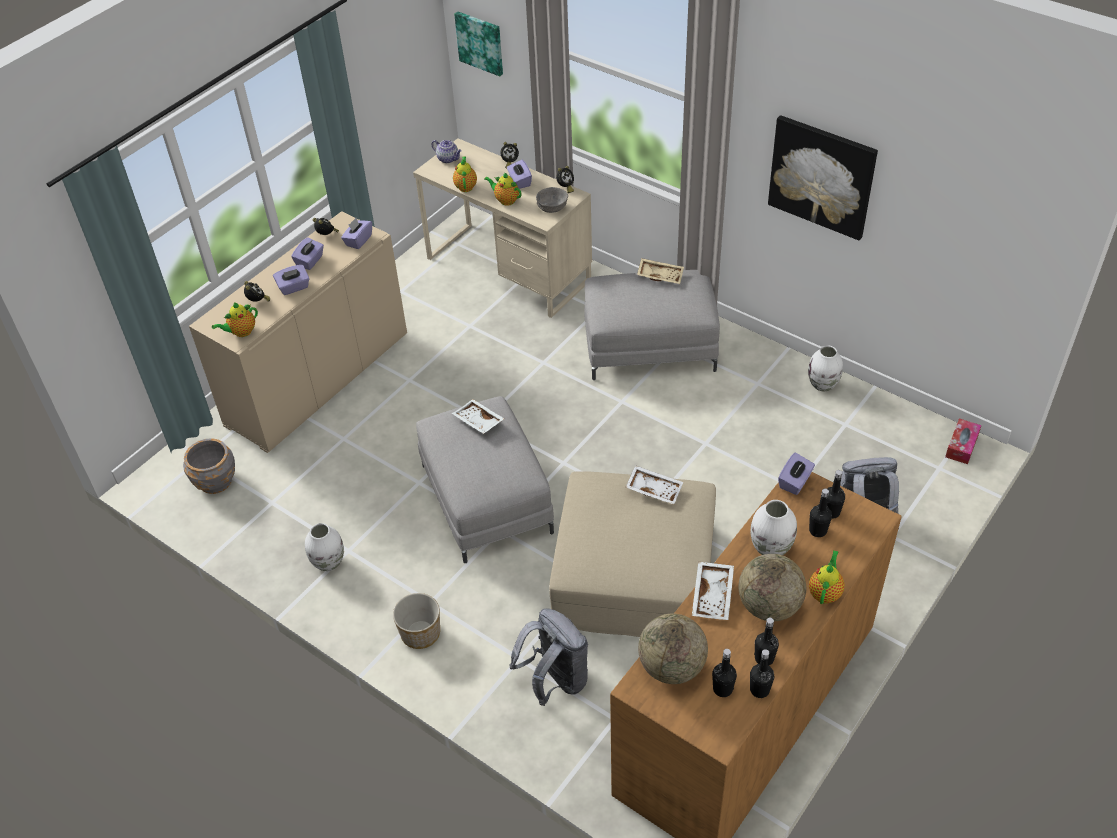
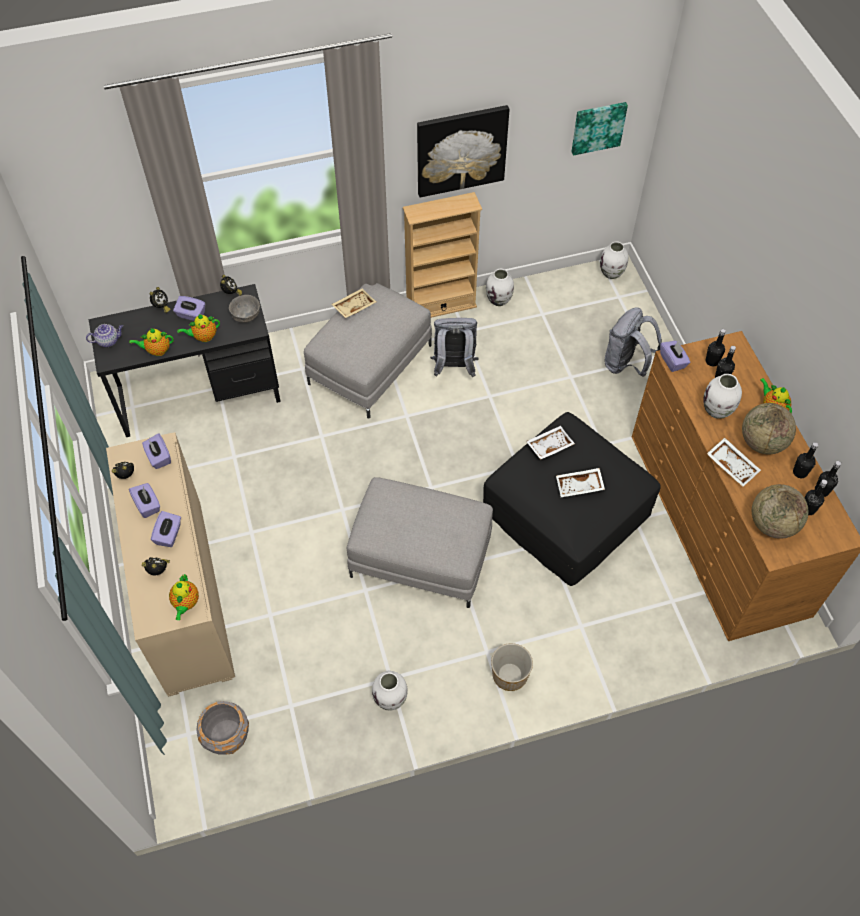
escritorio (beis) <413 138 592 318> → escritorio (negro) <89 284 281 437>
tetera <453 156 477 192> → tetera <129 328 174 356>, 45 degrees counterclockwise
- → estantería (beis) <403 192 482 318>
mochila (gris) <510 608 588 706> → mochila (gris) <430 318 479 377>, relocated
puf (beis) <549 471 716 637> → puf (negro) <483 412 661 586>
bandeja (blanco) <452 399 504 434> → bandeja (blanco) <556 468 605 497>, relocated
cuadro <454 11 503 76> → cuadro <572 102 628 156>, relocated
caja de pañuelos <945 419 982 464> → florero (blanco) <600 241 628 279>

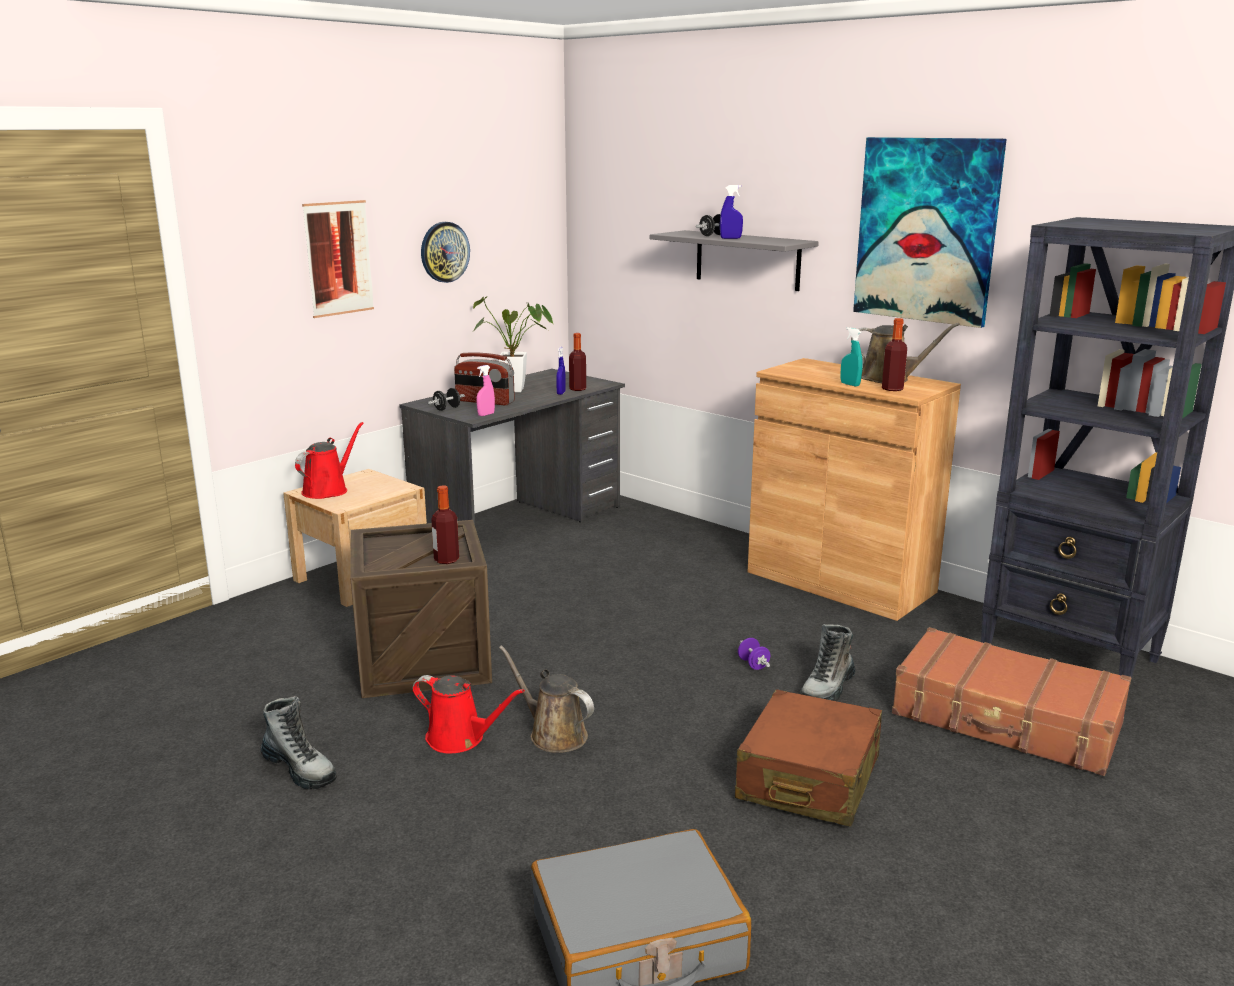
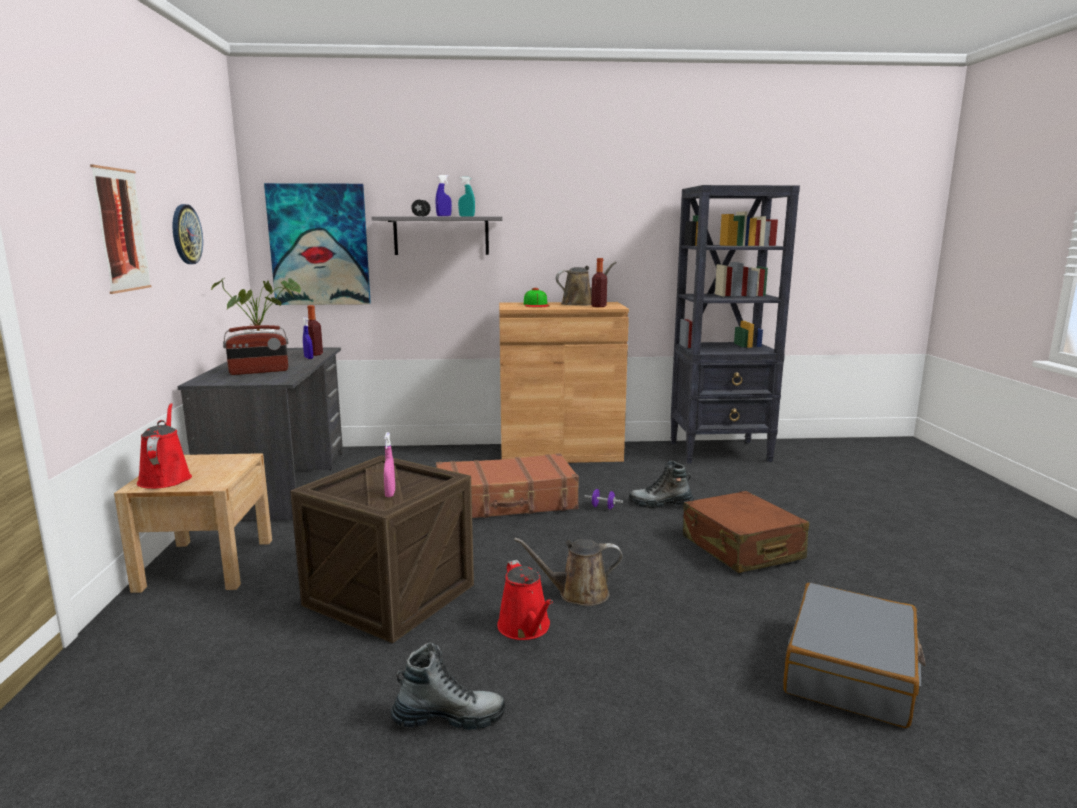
cuadro <853 137 1007 328> → cuadro <264 183 371 305>, relocated
pulverizador (rosa) <476 365 495 416> → pulverizador (rosa) <384 432 395 497>, relocated
maleta (marrón) <892 627 1131 776> → maleta (marrón) <436 453 579 518>, relocated
pulverizador (turquesa) <841 327 863 387> → pulverizador (turquesa) <458 177 475 217>, relocated
regadera (rojo) <412 675 525 753> → regadera (rojo) <497 560 553 640>, 90 degrees clockwise
- → gorra <524 288 550 307>
bota <799 624 856 701> → bota <629 461 694 509>, 105 degrees clockwise
mancuerna (negro) <428 388 465 411> → -
botella <431 485 459 564> → -

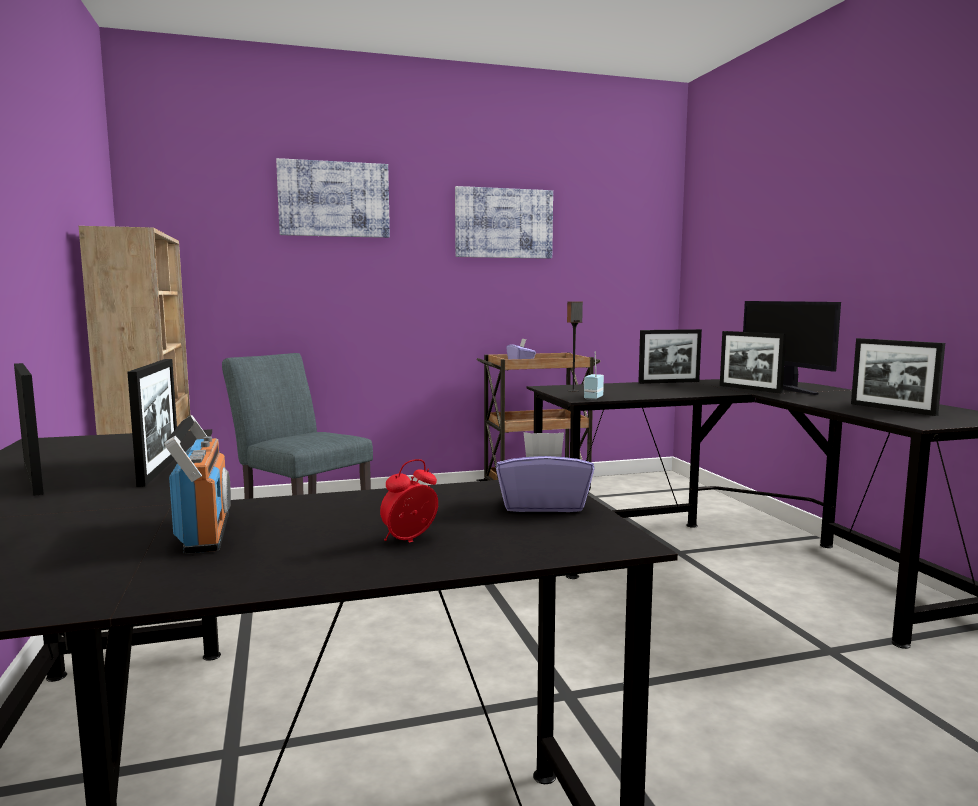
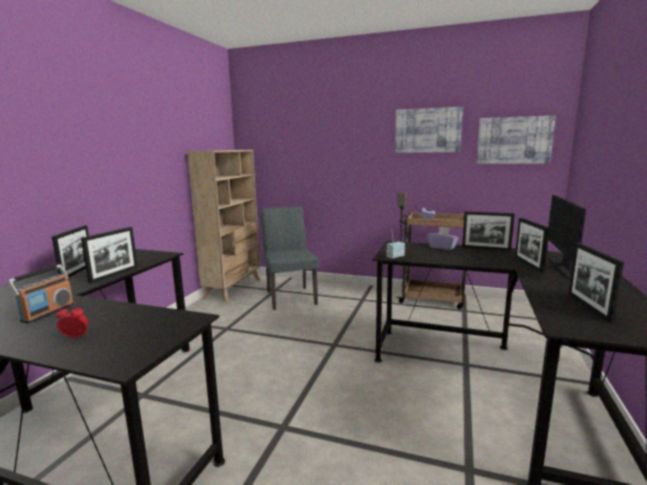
caja de pañuelos (morado) <496 432 594 512> → caja de pañuelos (morado) <427 227 458 250>, relocated
cuadro <276 158 390 238> → cuadro <476 116 556 164>, relocated

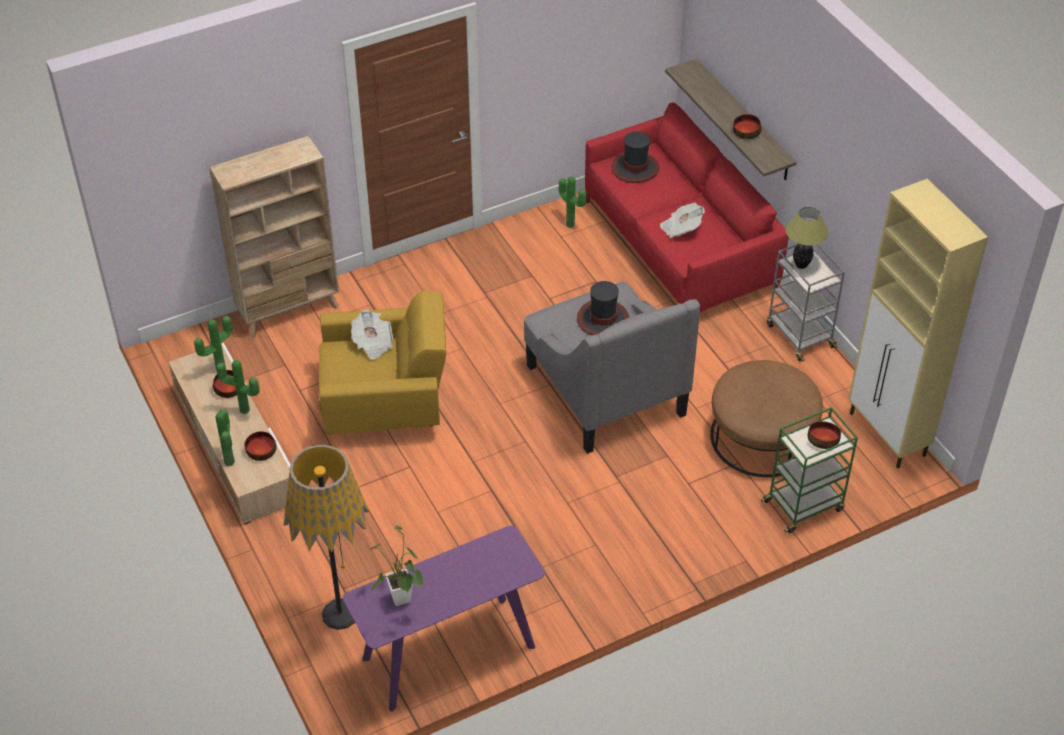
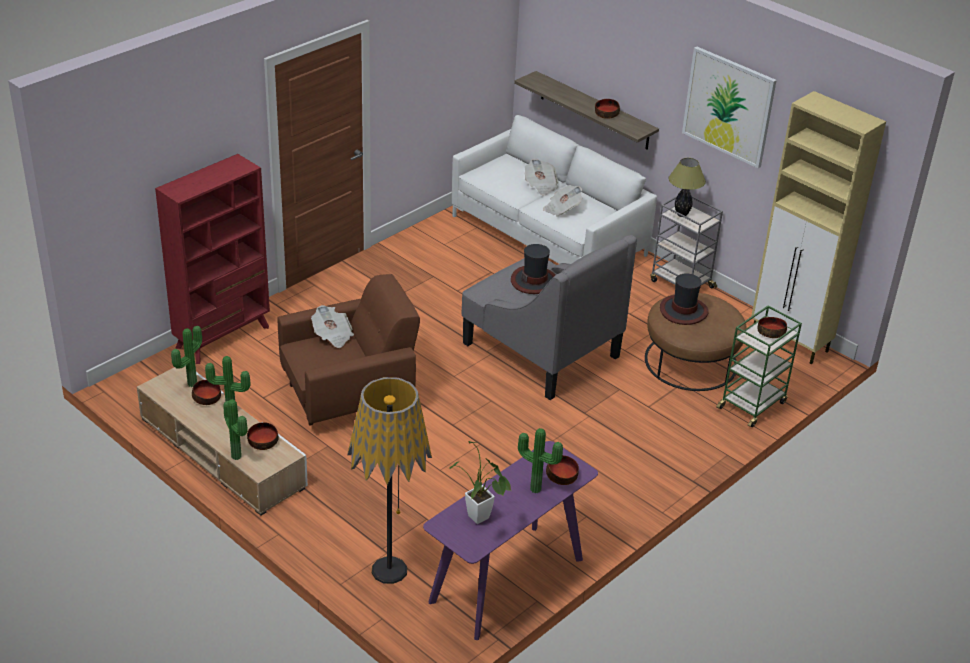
estantería (beis) <209 136 339 338> → estantería (rojo) <155 154 270 364>
sillón (amarillo) <319 291 446 434> → sillón (marrón) <277 274 420 425>
sofá (rojo) <585 103 789 312> → sofá (blanco) <452 115 657 264>
planta en maceta <559 176 587 228> → planta en maceta <518 428 563 493>, relocated
- → periódico <524 159 558 196>
- → cuenco <546 455 579 485>
sombrero <611 132 660 183> → sombrero <660 274 709 325>, relocated
- → cuadro <682 47 777 168>

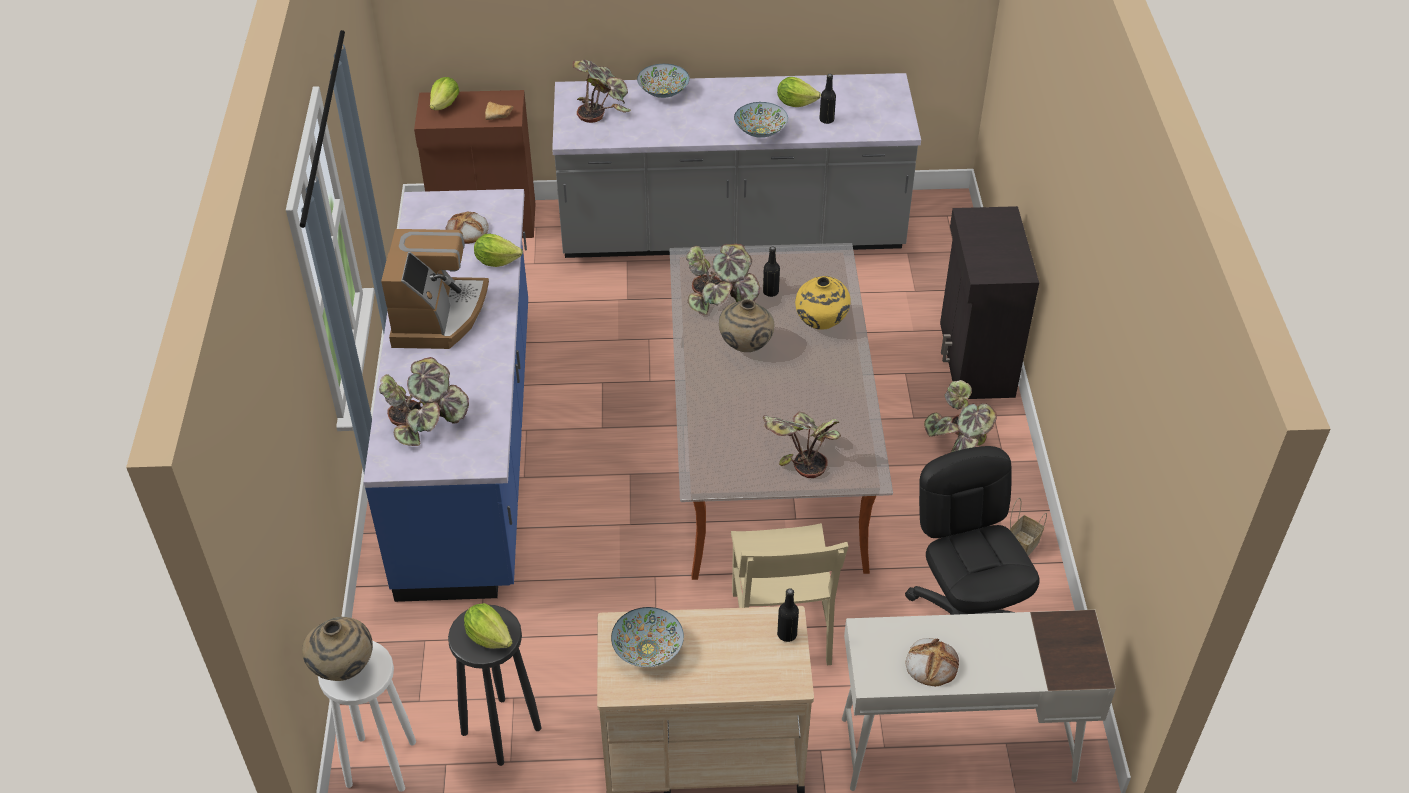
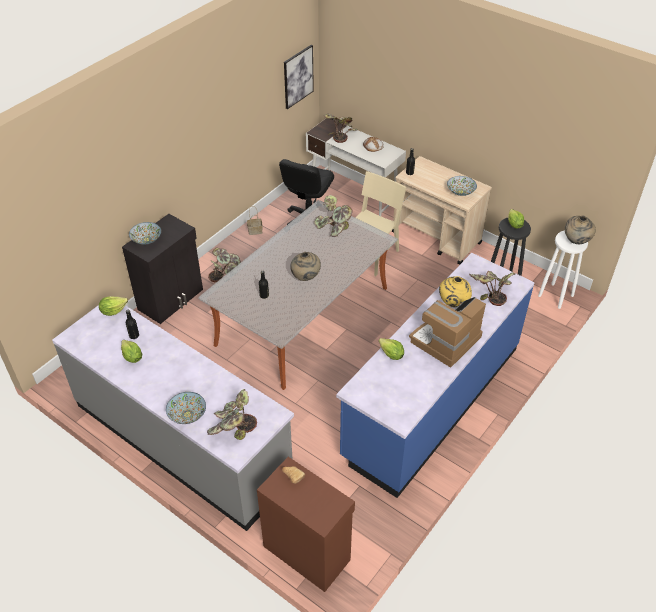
lechuga <430 77 459 110> → lechuga <99 296 128 316>, relocated
cuenco <734 102 788 138> → cuenco <129 222 161 245>, relocated
- → cuadro <284 45 314 109>
planta en maceta <686 244 760 315> → planta en maceta <324 113 358 143>, relocated
florero (amarillo) <795 276 851 330> → florero (amarillo) <439 276 472 307>, relocated
pan <445 212 489 244> → -

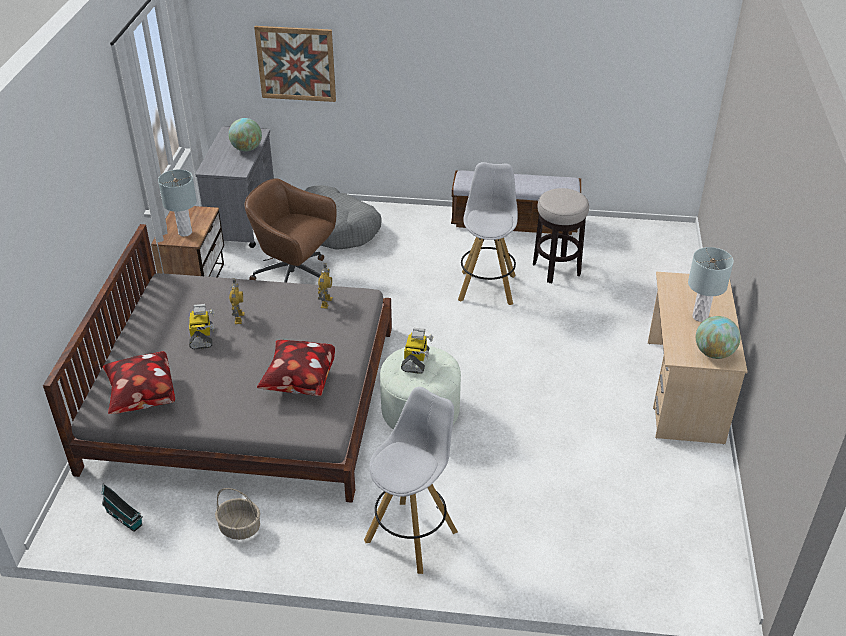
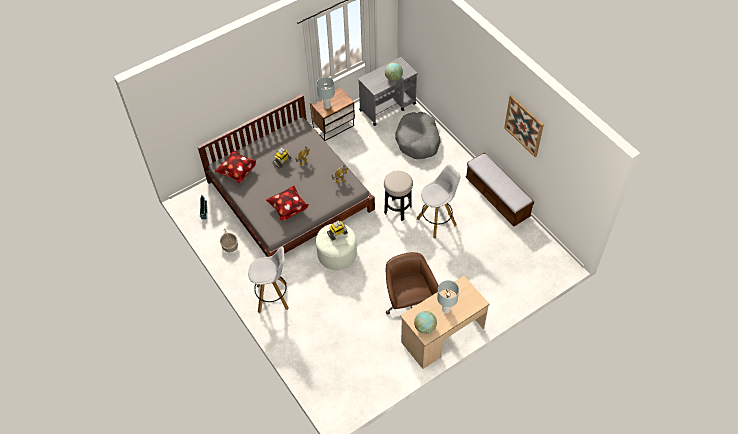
taburete <533 188 589 283> → taburete <384 171 413 221>, relocated
silla de oficina (marrón) <244 178 337 283> → silla de oficina (marrón) <386 252 439 315>, relocated
cuadro <254 26 336 102> → cuadro <504 95 544 157>, relocated

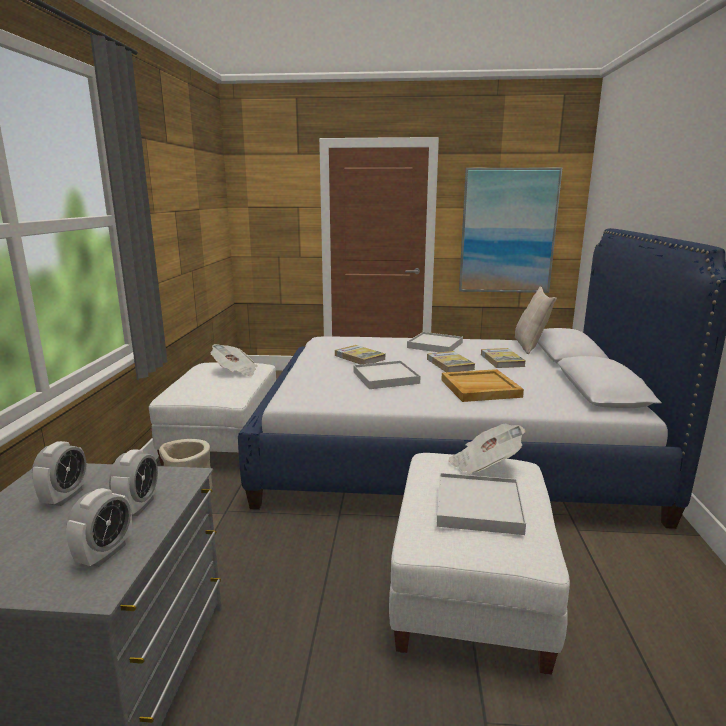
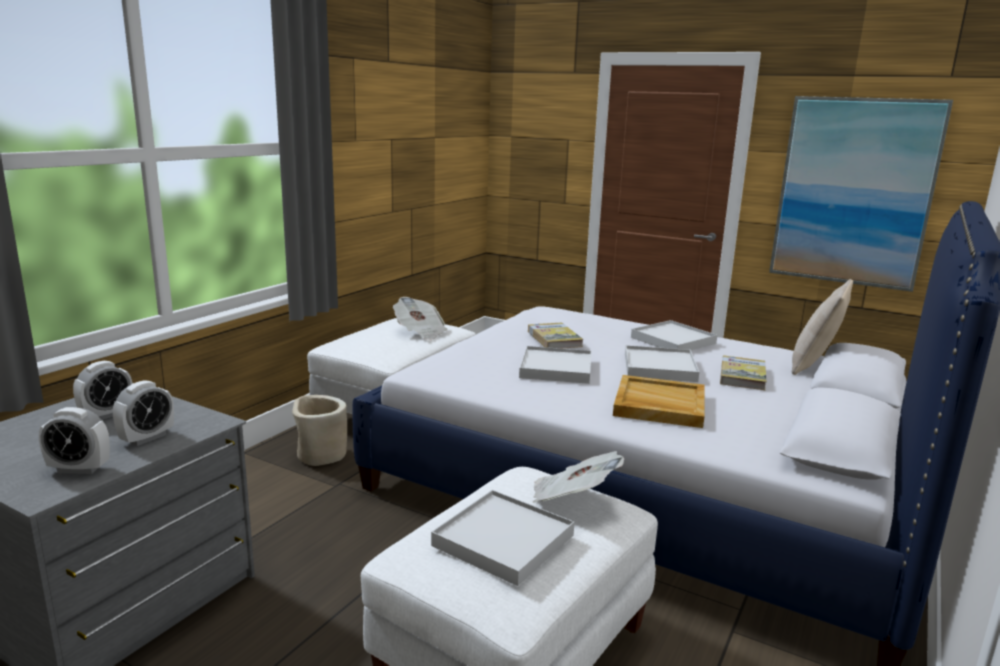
despertador <66 488 132 567> → despertador <39 407 110 474>, 45 degrees clockwise
libro <427 351 475 372> → bandeja (blanco) <625 345 699 382>

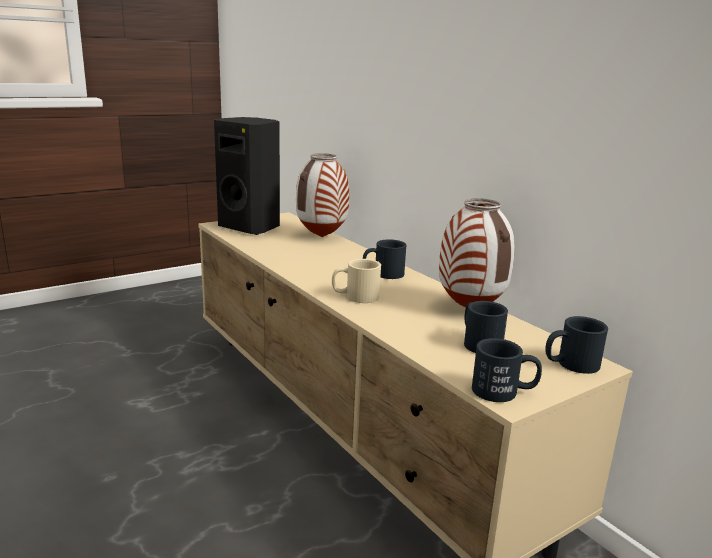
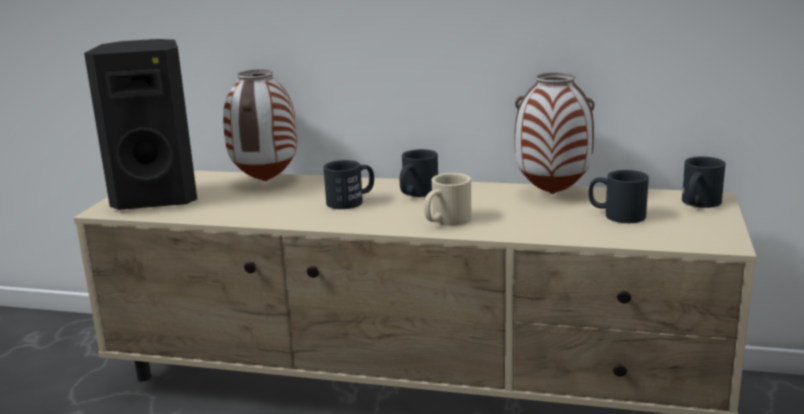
taza grande (negro) <472 338 542 402> → taza grande (negro) <323 160 374 209>, relocated

